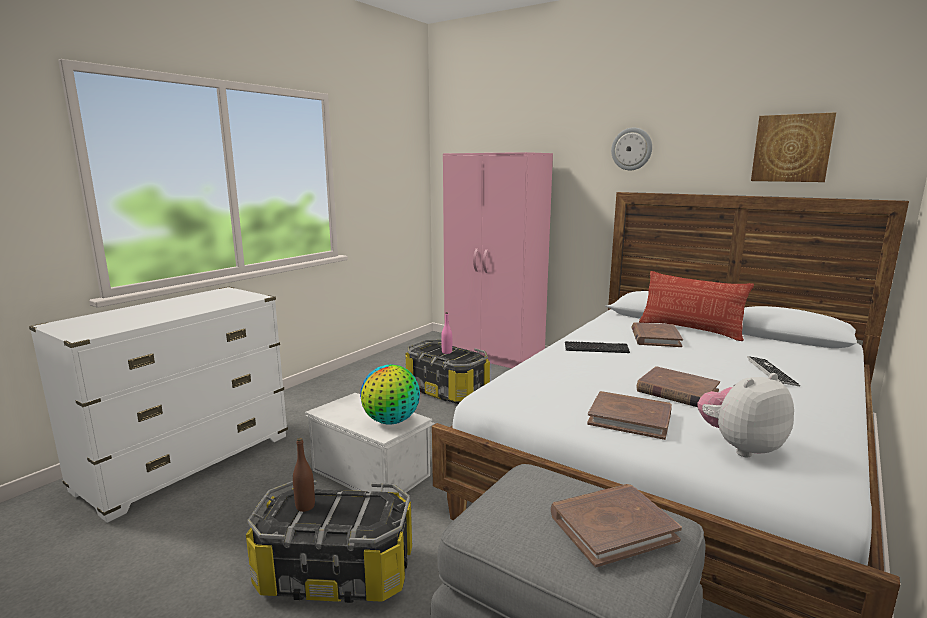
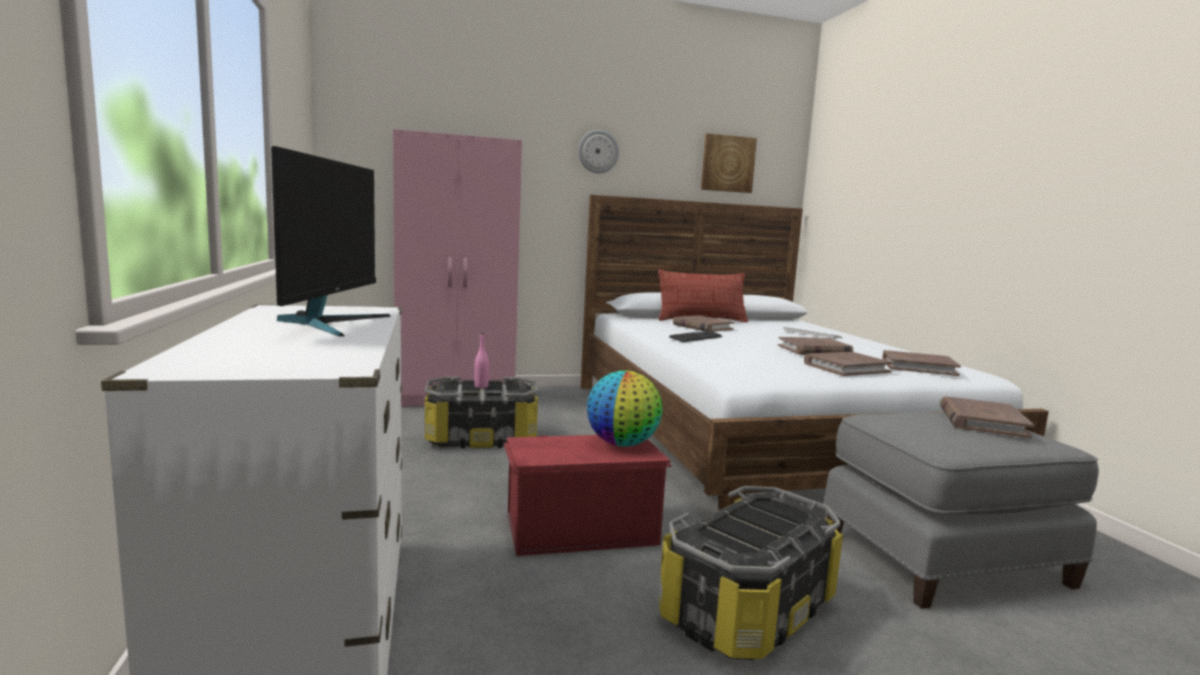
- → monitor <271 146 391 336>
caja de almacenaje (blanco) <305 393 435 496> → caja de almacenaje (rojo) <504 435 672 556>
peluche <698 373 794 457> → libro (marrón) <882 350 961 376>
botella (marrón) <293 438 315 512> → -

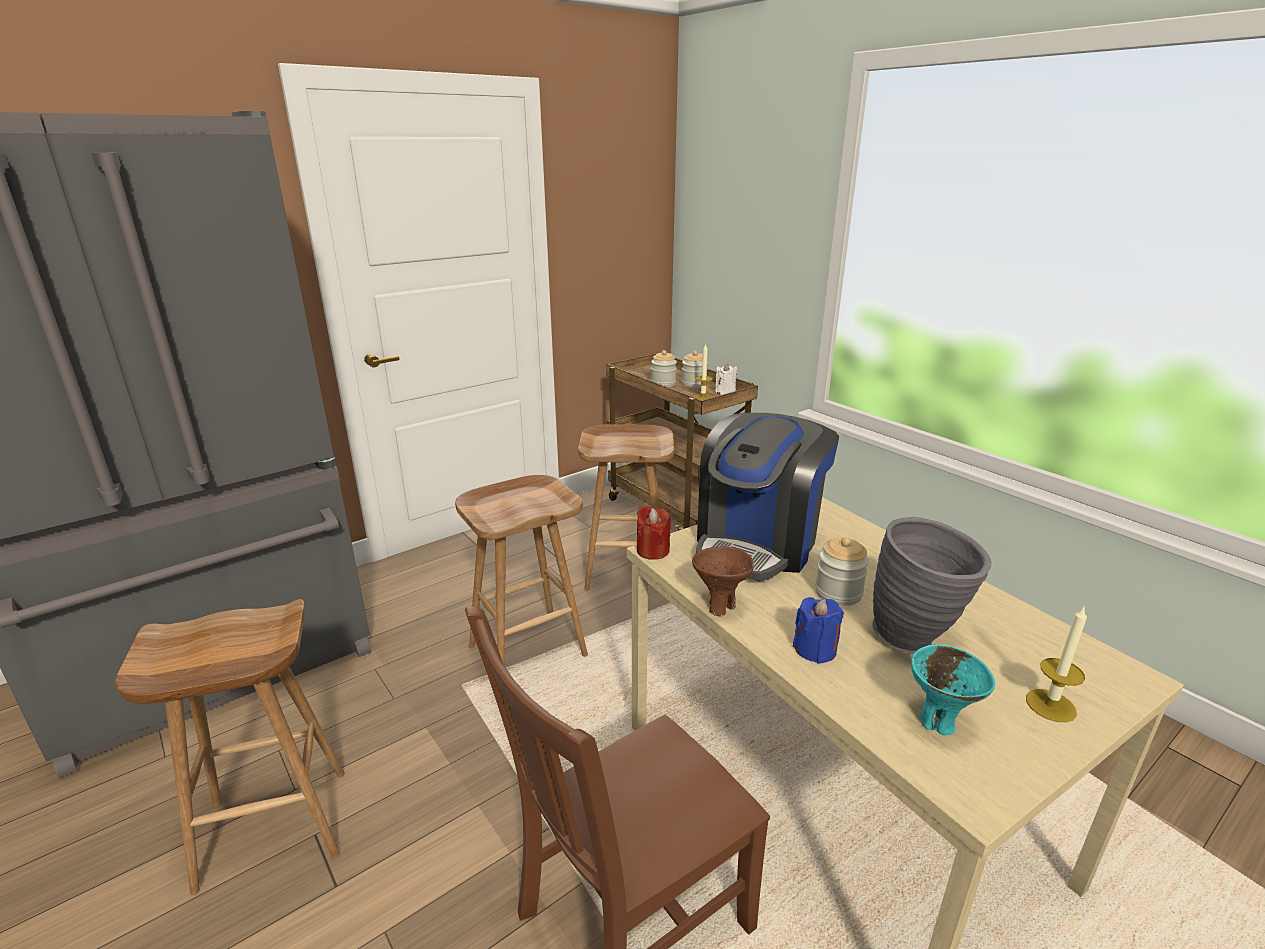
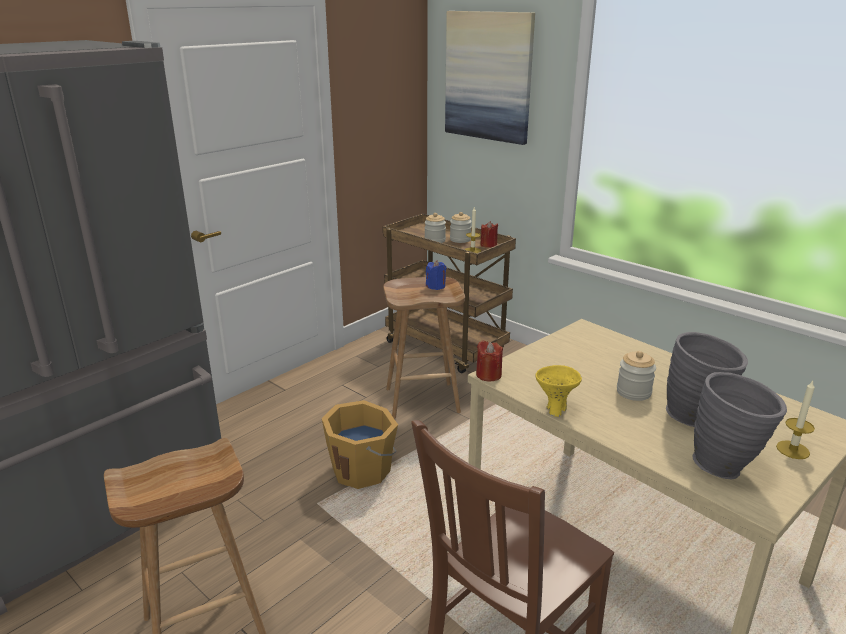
taburete (marrón) <455 475 588 664> → cubo (naranja) <322 400 398 489>
vela (azul) <793 597 844 664> → vela (azul) <426 260 446 290>, relocated
- → cuadro <445 11 535 145>
vela (blanco) <715 363 737 395> → vela (rojo) <480 221 498 248>
cuenco (marrón) <692 546 754 617> → cuenco (amarillo) <535 365 582 417>
cuenco (turquesa) <911 644 995 736> → florero (gris) <692 372 787 480>
cafetera <696 413 839 581> → -

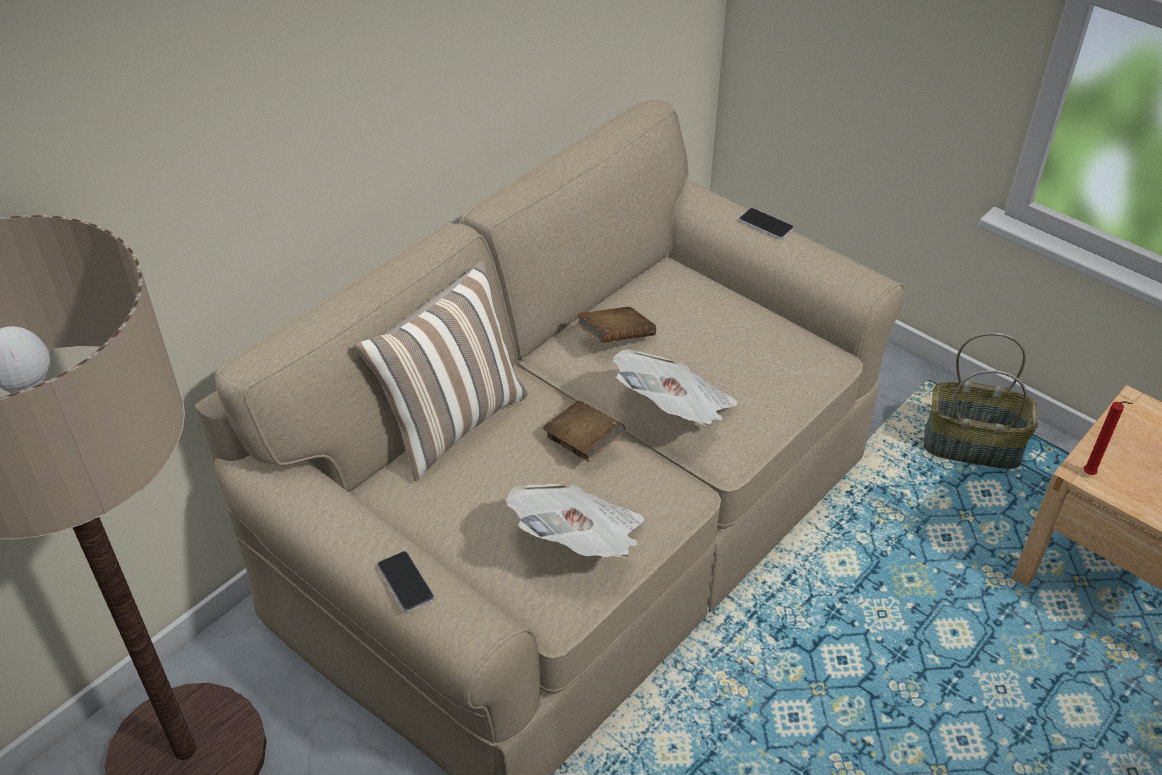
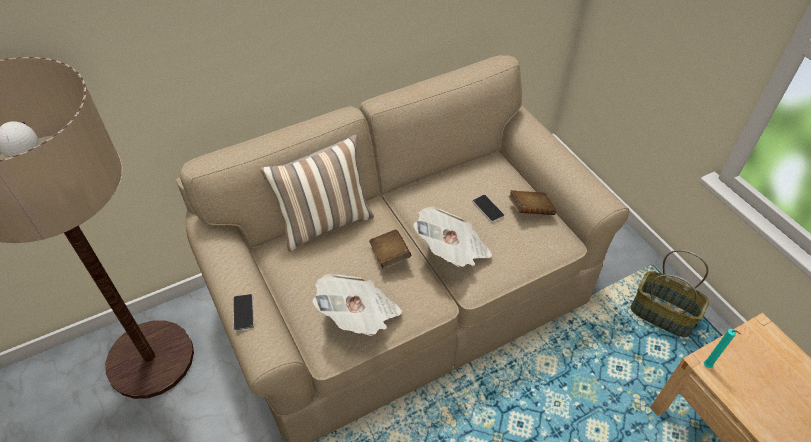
móvil <739 208 794 239> → móvil <473 195 504 222>, relocated
libro (marrón) <577 307 656 343> → libro (marrón) <508 190 557 215>, relocated
vela (rojo) <1084 401 1133 475> → vela (turquesa) <704 329 741 368>

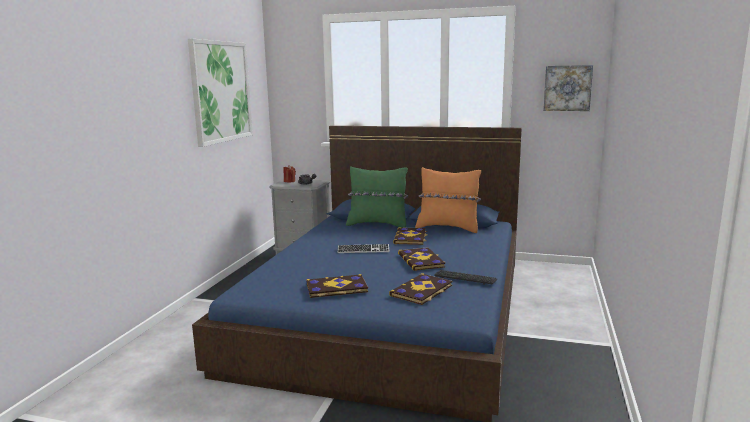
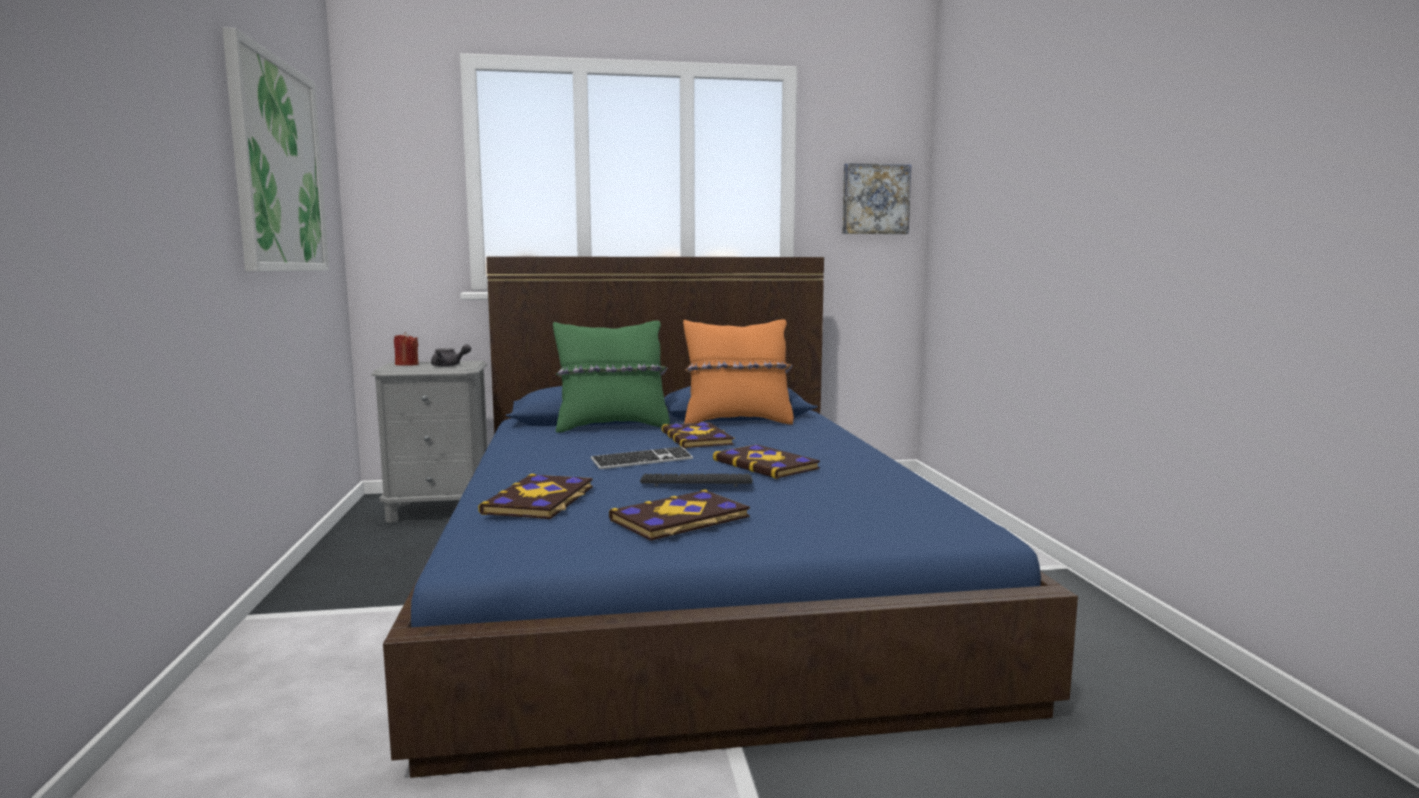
libro <389 273 452 305> → libro <478 474 593 519>, relocated
teclado <434 270 497 285> → teclado <640 474 753 487>, relocated

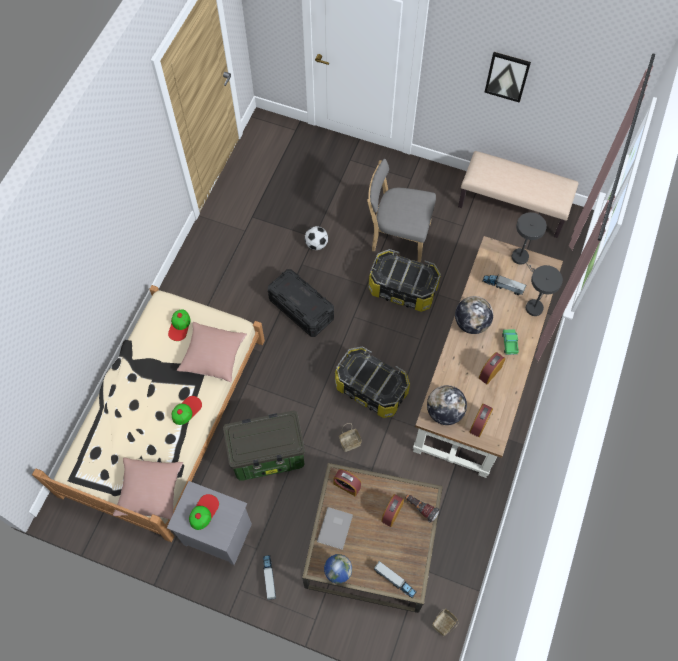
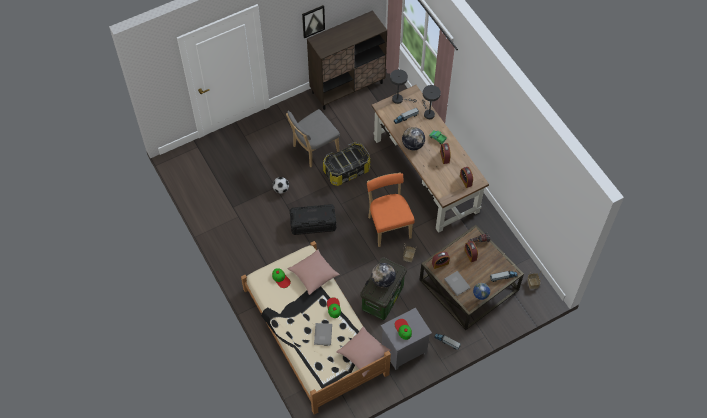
banco (beis) <458 151 579 238> → armario (marrón) <307 10 387 110>
- → libro (gris) <314 323 332 345>
caja de almacenaje <335 347 410 418> → silla (naranja) <367 172 415 247>
globo terráqueo <427 385 467 425> → globo terráqueo <371 263 396 288>, relocated

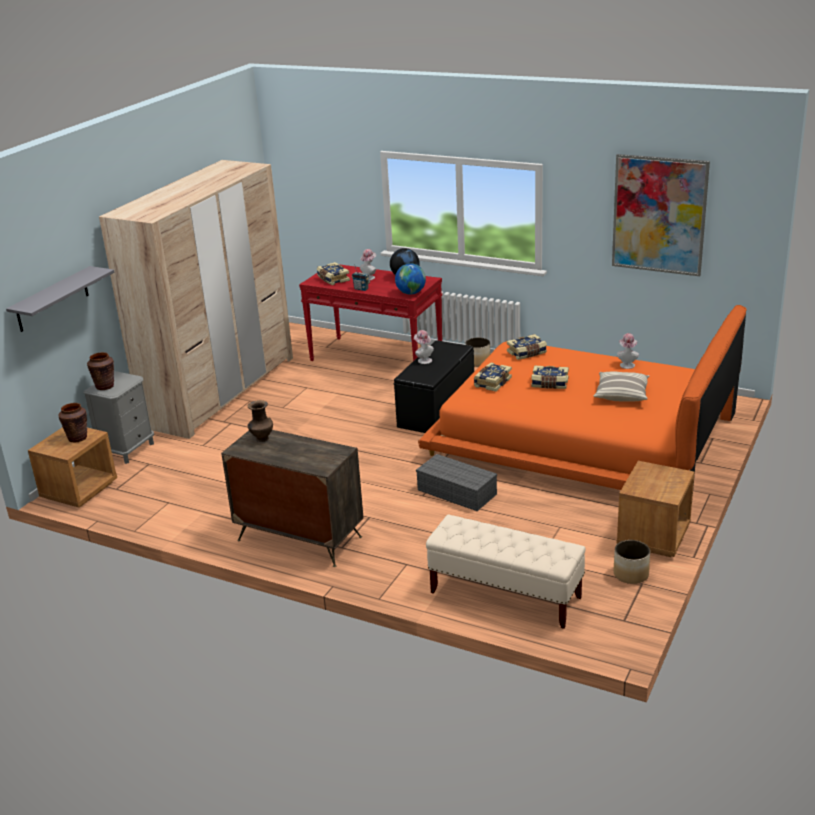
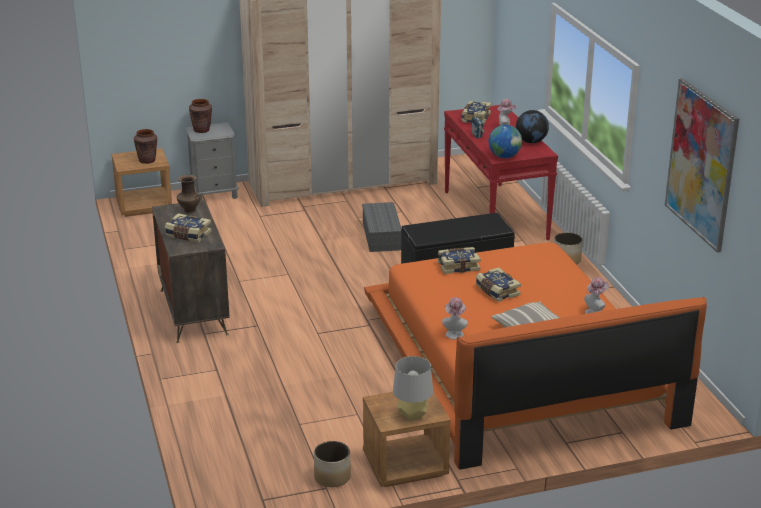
libro <507 334 547 360> → libro <165 213 212 242>, relocated
caja de almacenaje (gris) <416 454 497 511> → caja de almacenaje (gris) <362 202 402 252>, relocated
- → lámpara de mesa (gris) <393 356 433 421>
sombrero <414 330 434 364> → sombrero <442 297 468 339>, relocated
estante (gris) <6 266 114 332> → -
banco (beis) <426 514 586 629> → -

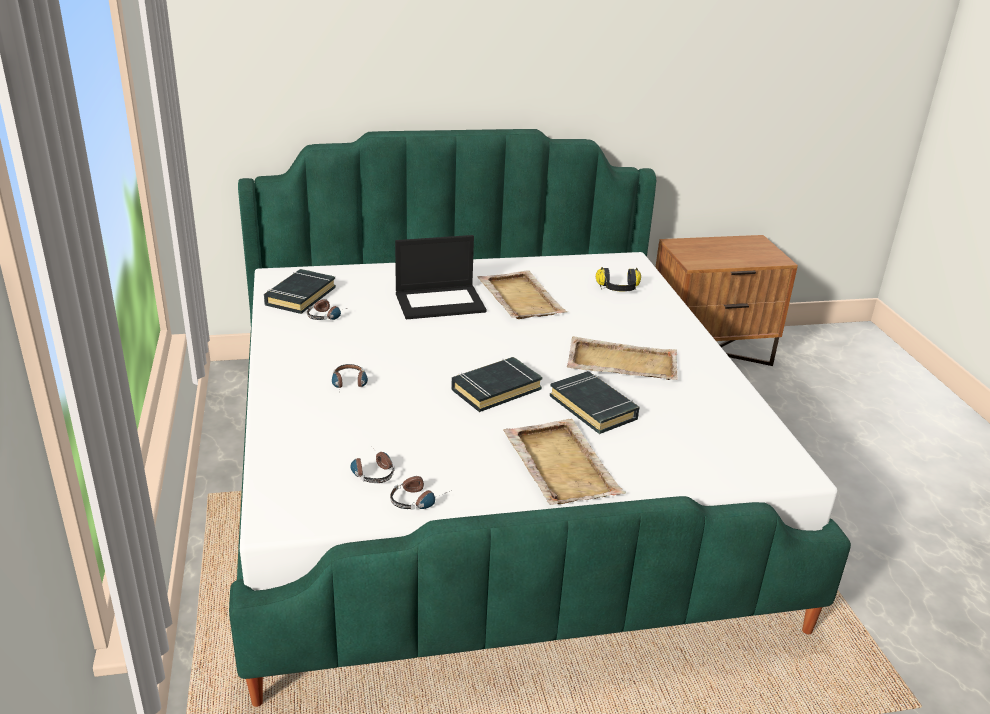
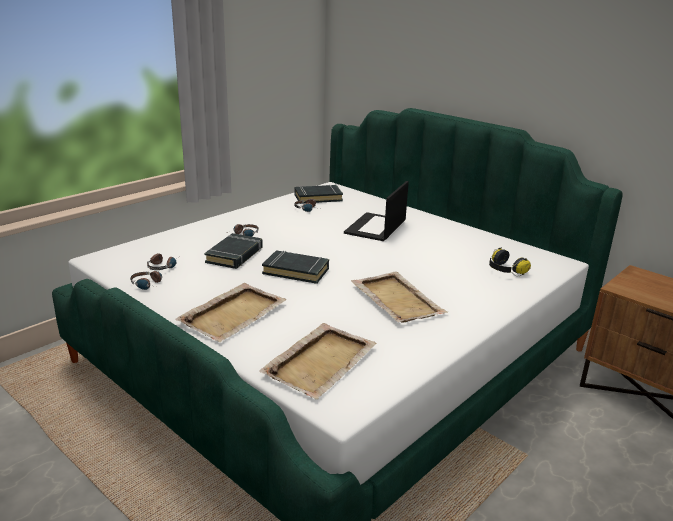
libro (negro) <550 371 639 434> → libro (negro) <204 233 263 269>, relocated
bandeja (beis) <478 270 568 319> → bandeja (beis) <259 323 376 400>, relocated
portátil <395 235 487 319> → portátil <344 181 409 241>, 75 degrees clockwise

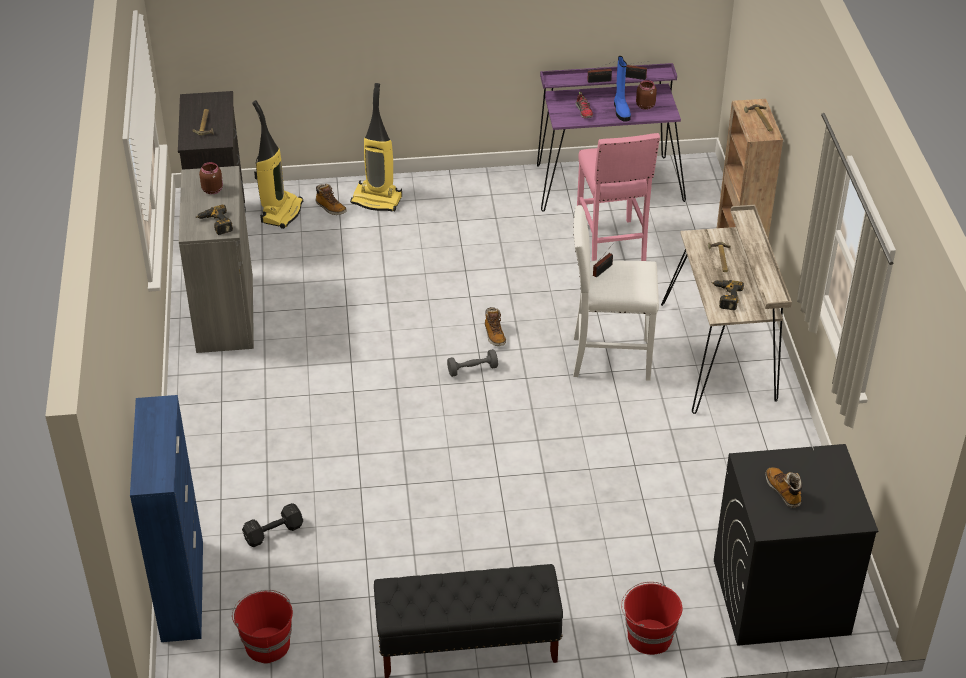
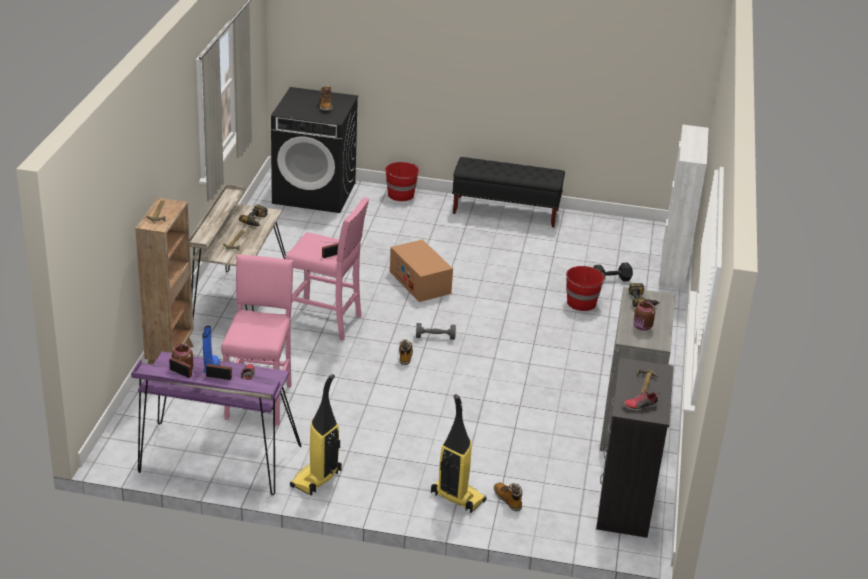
taburete (blanco) <573 205 659 381> → taburete (rosa) <285 197 369 340>
aspiradora <252 100 303 229> → aspiradora <290 374 342 495>, relocated
- → caja de cartón <390 239 453 302>
cubo (rojo) <232 590 293 664> → cubo (rojo) <566 266 606 311>, relocated
- → zapato <623 390 660 411>
armario (azul) <130 395 203 642> → armario (blanco) <659 124 708 289>

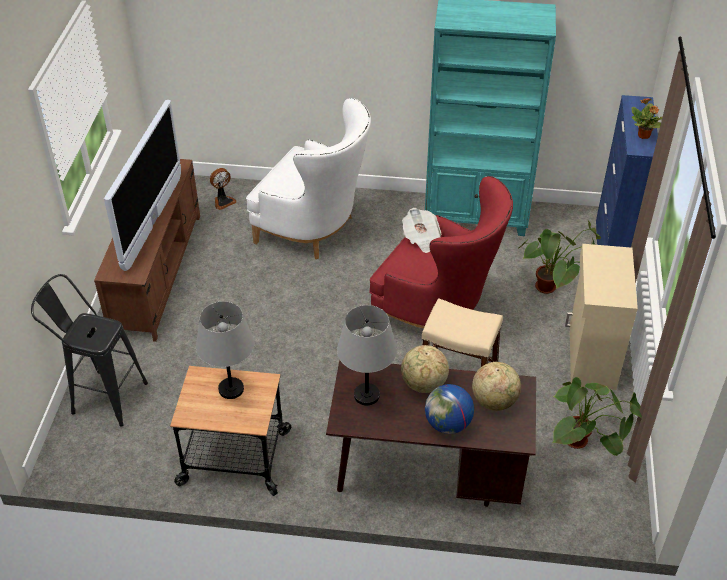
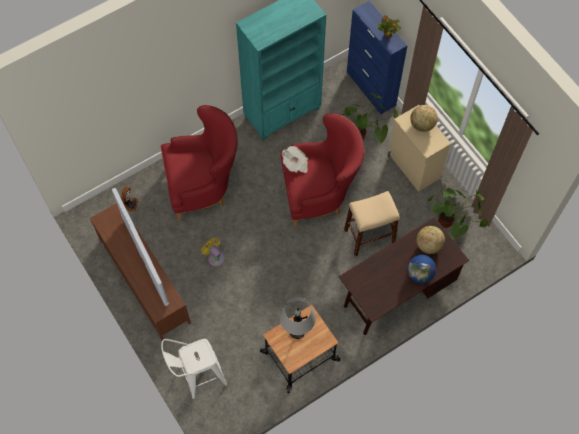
sillón (blanco) <246 98 371 259> → sillón (rojo) <161 105 238 221>
taburete (negro) <31 274 148 427> → taburete (blanco) <161 339 227 399>
- → ventilador (amarillo) <201 237 225 267>
globo terráqueo <401 345 449 393> → globo terráqueo <410 105 438 132>, relocated
lámpara de mesa (gris) <337 305 397 406> → -

